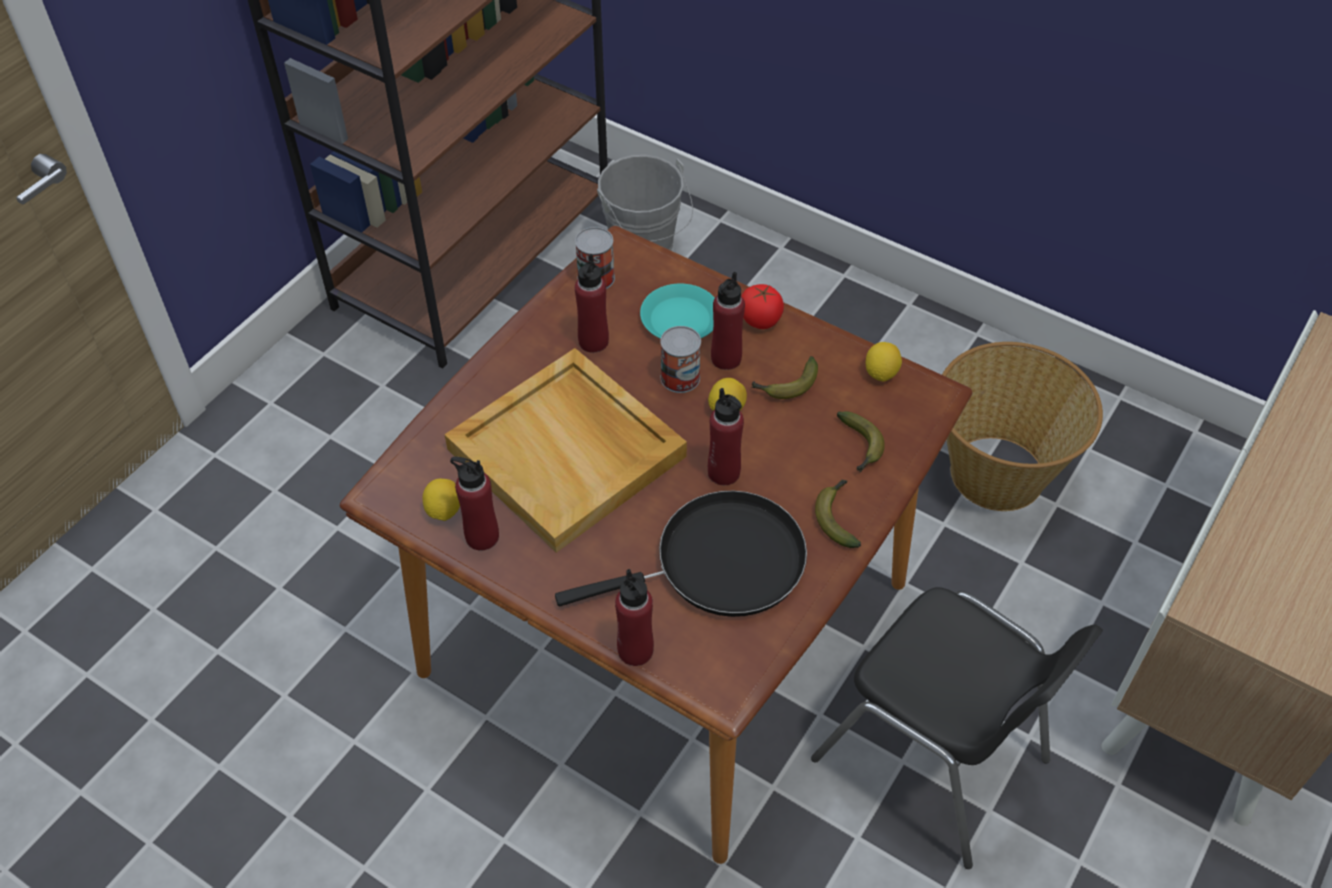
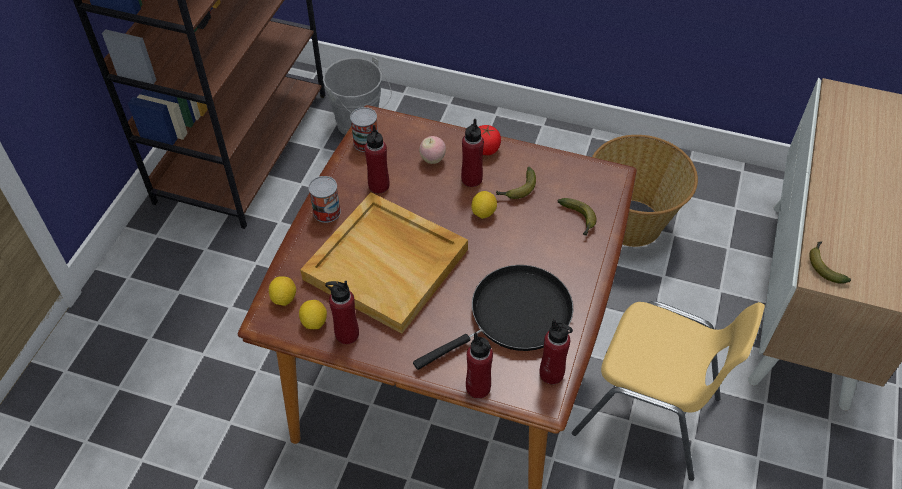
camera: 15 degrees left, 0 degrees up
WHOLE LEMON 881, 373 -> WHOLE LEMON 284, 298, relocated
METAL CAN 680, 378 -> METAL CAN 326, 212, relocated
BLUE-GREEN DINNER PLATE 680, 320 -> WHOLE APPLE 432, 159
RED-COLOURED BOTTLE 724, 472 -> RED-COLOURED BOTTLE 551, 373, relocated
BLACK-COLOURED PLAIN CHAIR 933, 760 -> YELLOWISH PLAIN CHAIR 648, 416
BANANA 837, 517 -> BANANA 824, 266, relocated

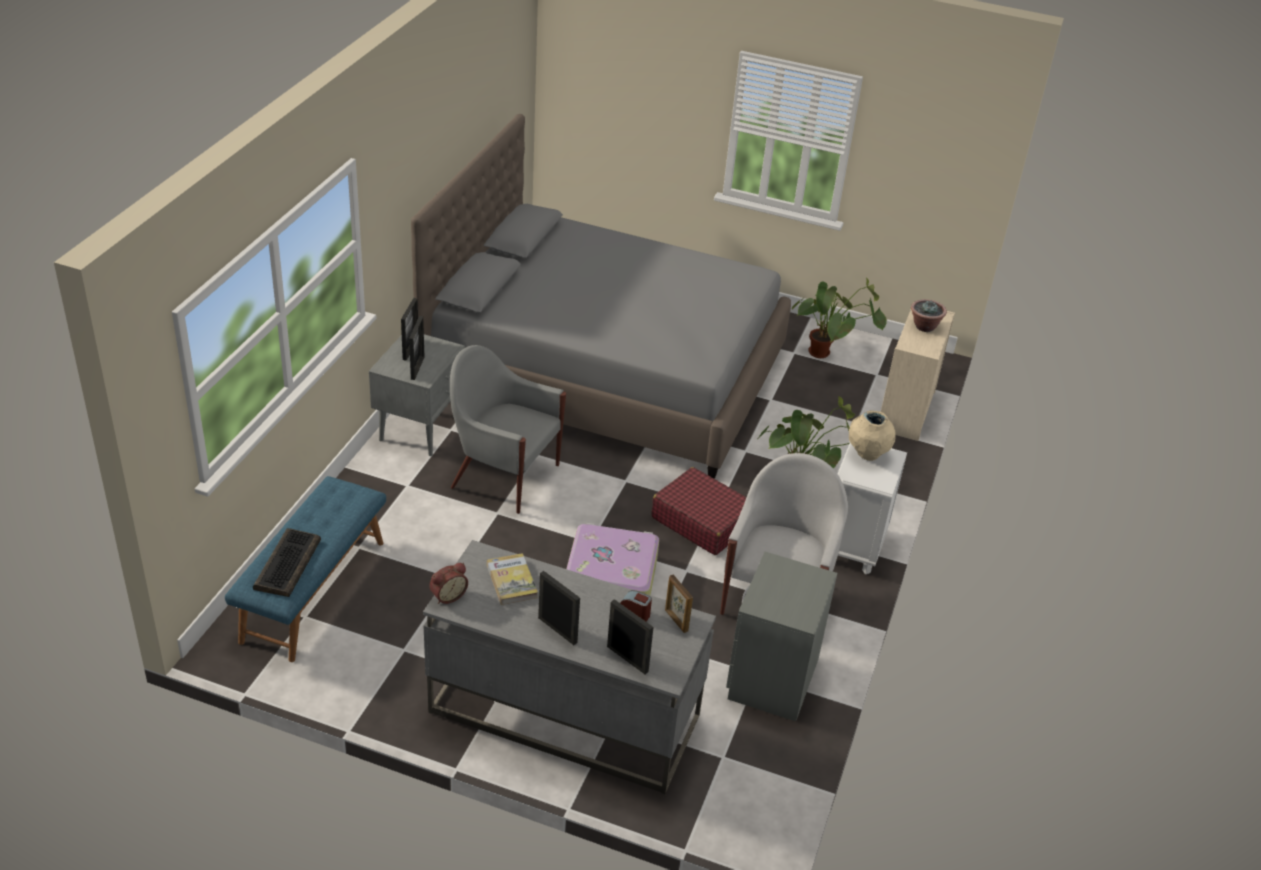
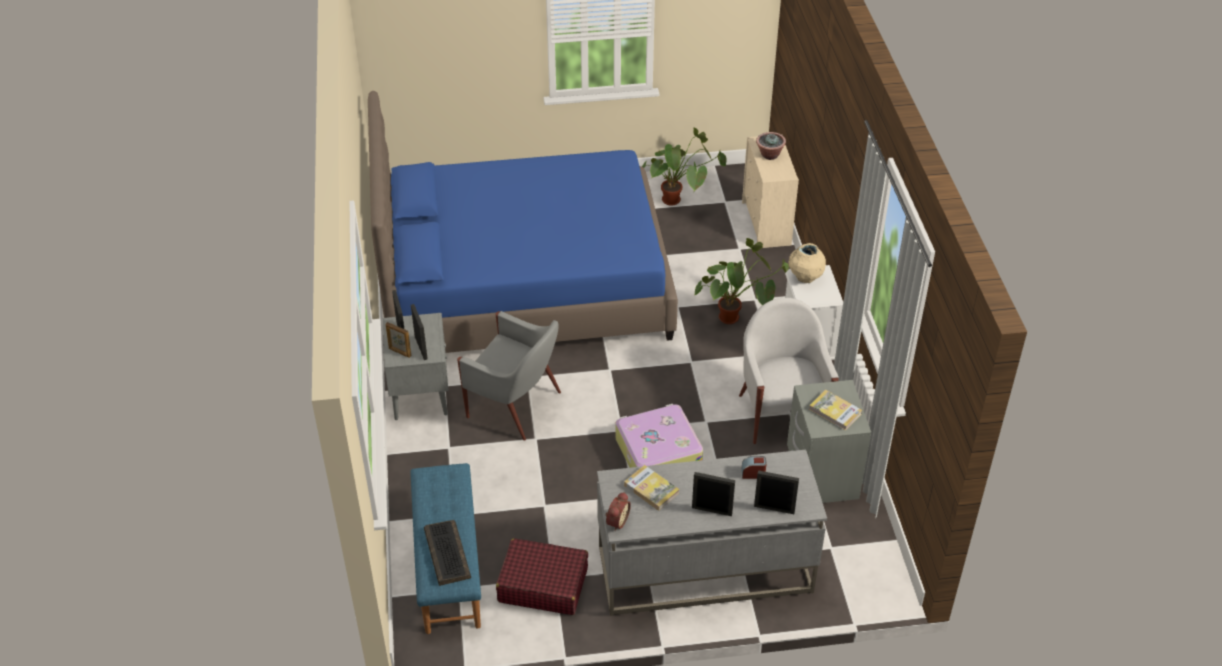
camera: 25 degrees left, 5 degrees up
GREY SLEEPING BED 605, 371 -> BLUE-COLOURED SLEEPING BED 524, 283
PICTURE FRAME 676, 620 -> PICTURE FRAME 399, 352, relocated
GREY LOUNGE CHAIR 503, 475 -> GREY LOUNGE CHAIR 515, 406, 150 degrees counterclockwise
RED-COLOURED TRAVEL CASE 702, 521 -> RED-COLOURED TRAVEL CASE 542, 584, relocated
none -> BOUND BOOK 835, 411

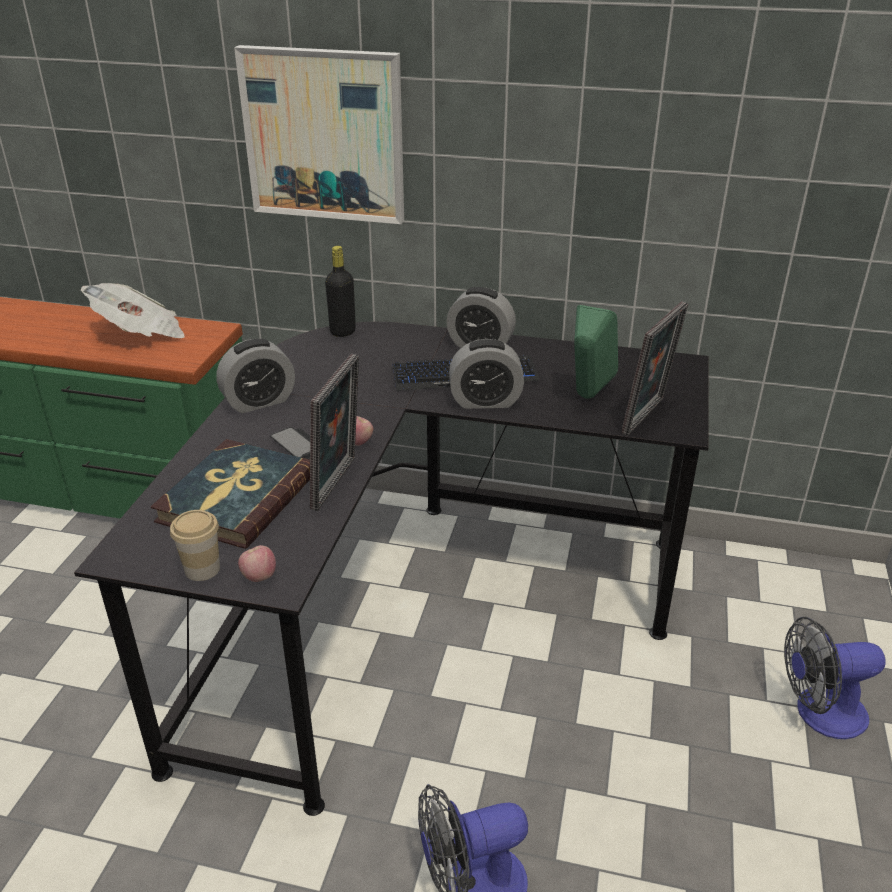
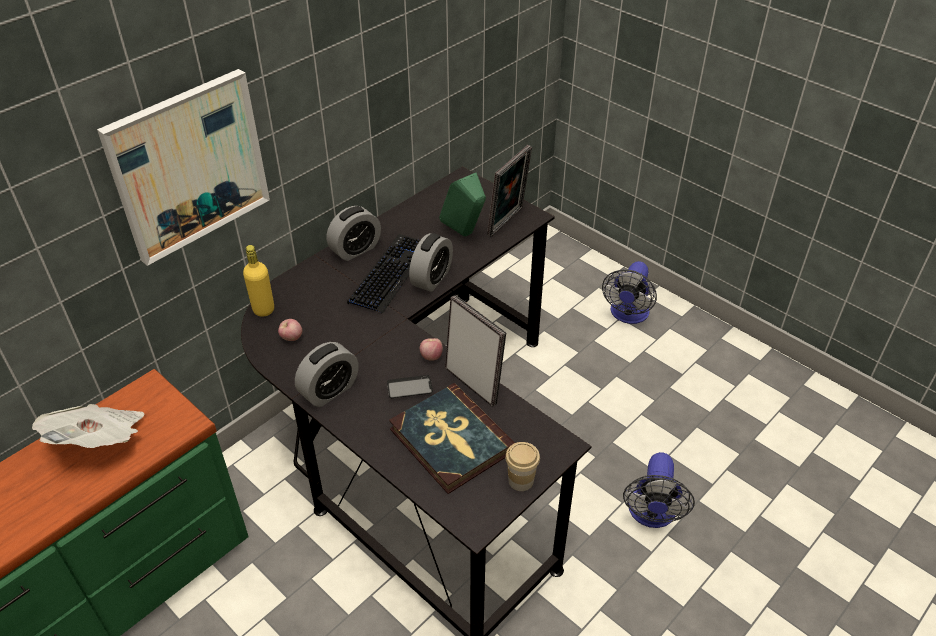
camera: 60 degrees left, 10 degrees up
BLACK-COLOURED BOTTLE 342, 331 -> YELLOWISH BOTTLE 263, 309
WHOLE APPLE 259, 576 -> WHOLE APPLE 291, 338, relocated
TABLE CLOCK 259, 402 -> TABLE CLOCK 329, 390, 45 degrees clockwise
PICTURE FRAME 647, 417 -> PICTURE FRAME 508, 222, 60 degrees clockwise

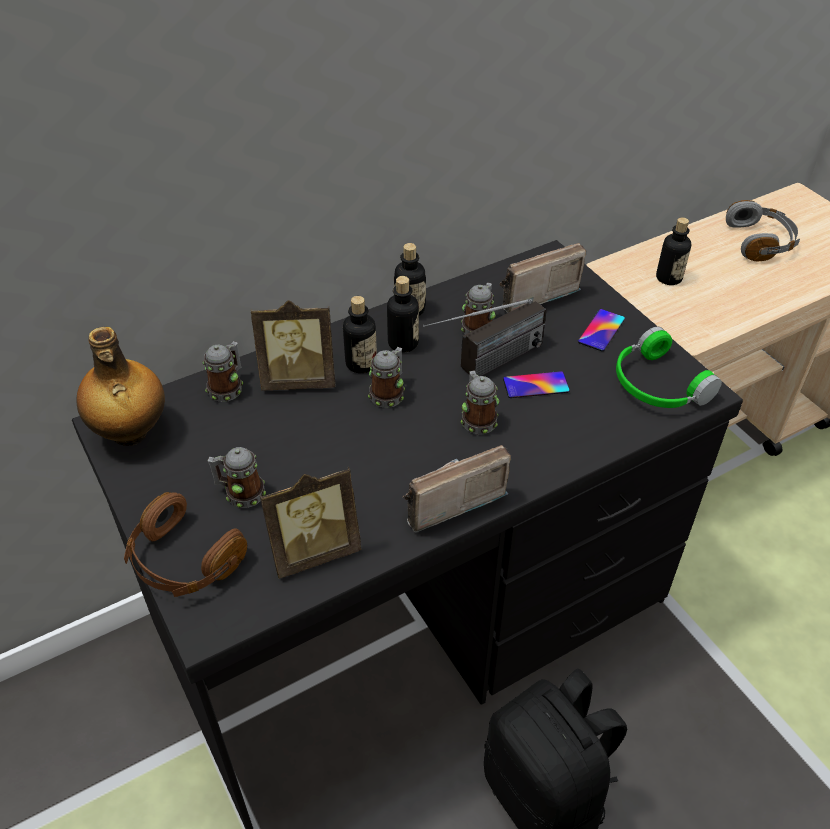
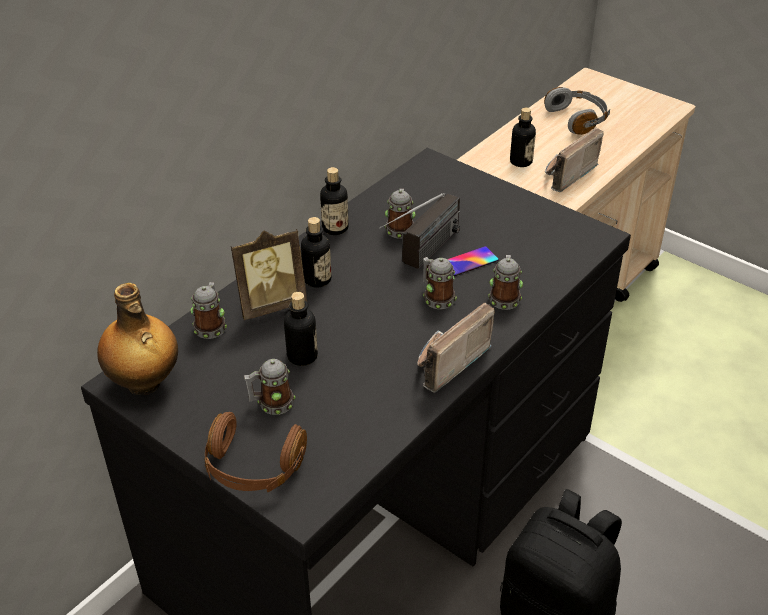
camera: 20 degrees left, 5 degrees down
BOTTLE 403, 343 -> BOTTLE 302, 356, relocated
MUG 389, 393 -> MUG 504, 297, relocated
RADIO RECEIVER 531, 294 -> RADIO RECEIVER 565, 175, relocated
PICTURE FRAME 314, 551 -> none
HANDSET 601, 330 -> none
GREEN HEADSET 656, 385 -> none

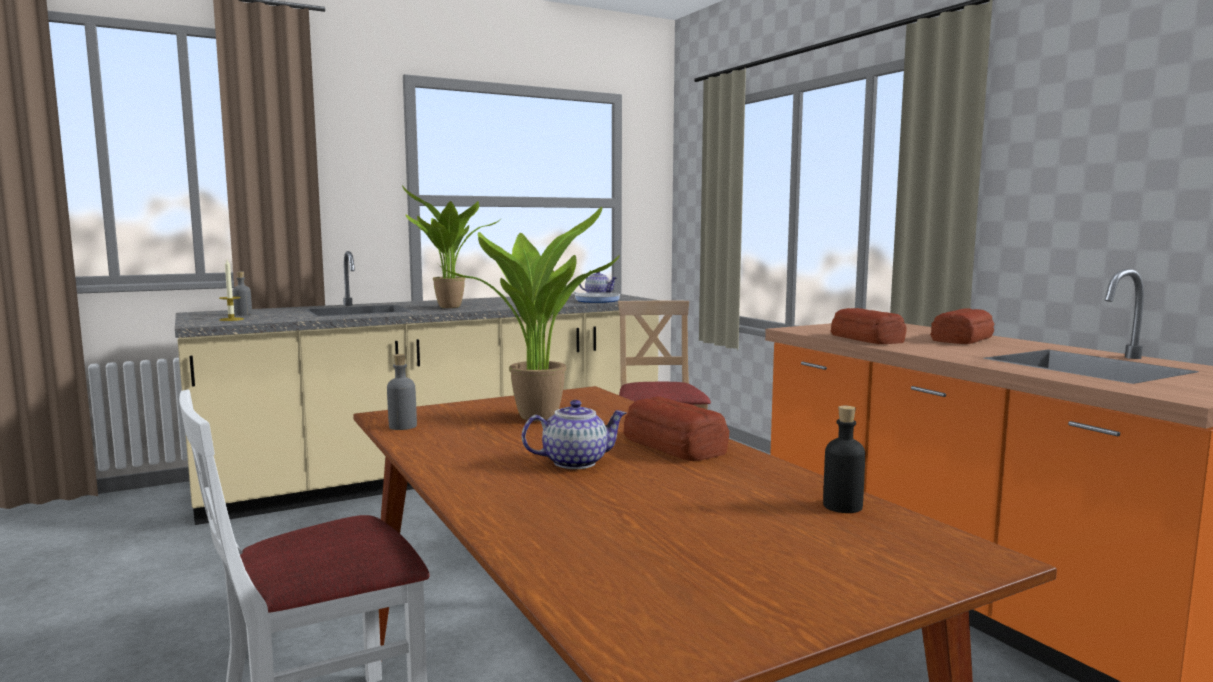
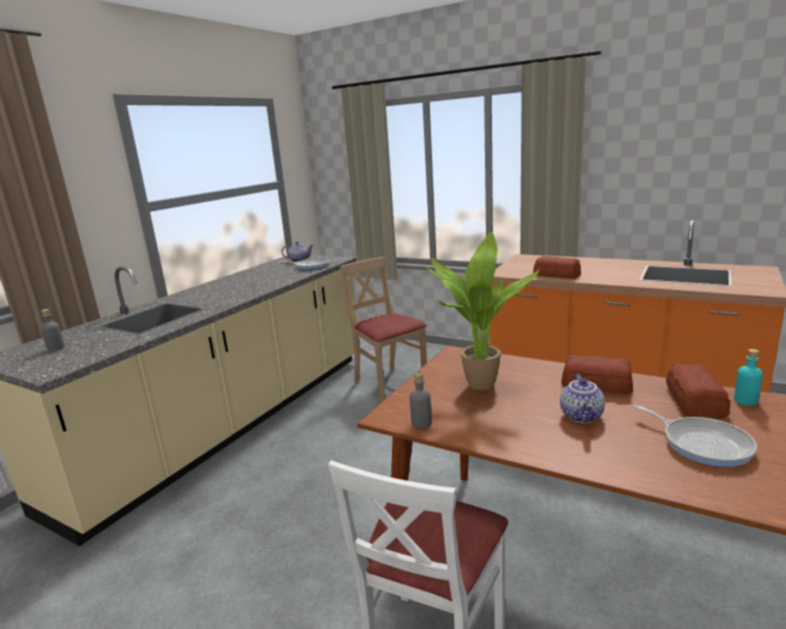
camera: 30 degrees left, 10 degrees up
POT FOR TEA 575, 462 -> POT FOR TEA 582, 416, 150 degrees clockwise
none -> PAN 702, 444
BAKERY BREAD 961, 339 -> BAKERY BREAD 694, 401, relocated
BLACK-COLOURED BOTTLE 842, 506 -> BLUE-GREEN BOTTLE 745, 401
CANDLE 231, 319 -> none
POTTED PLANT 450, 308 -> none

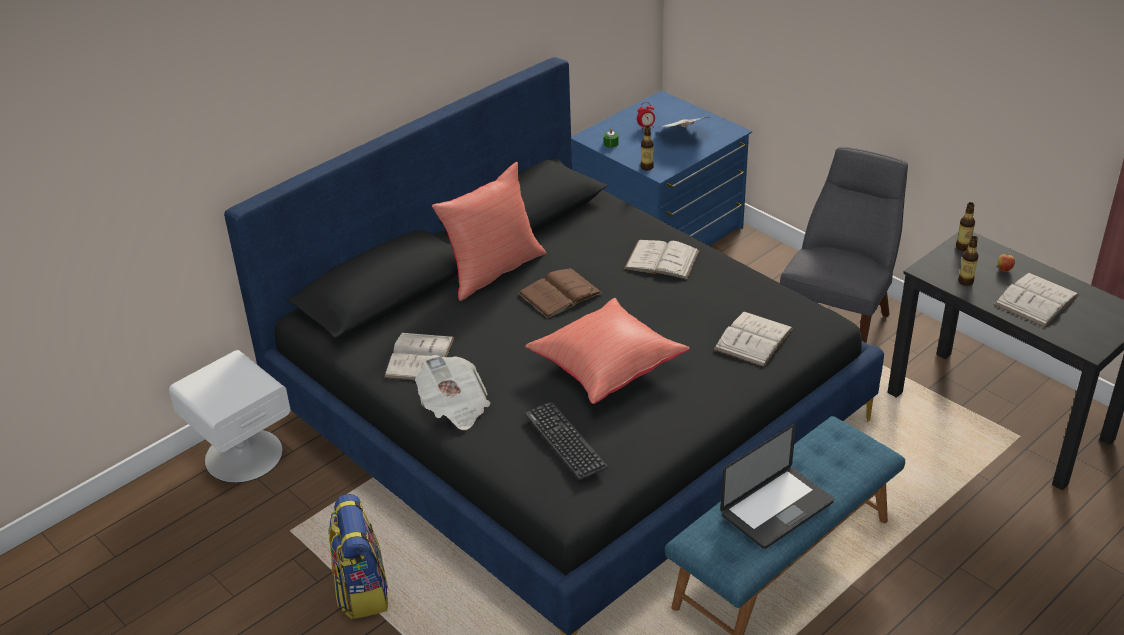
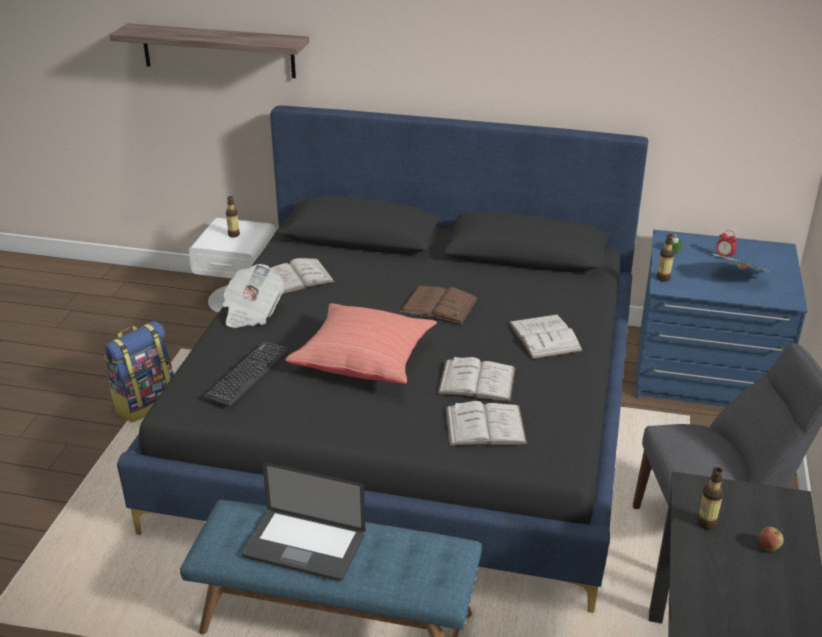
camera: 55 degrees right, 5 degrees down
none -> BRACKET SHELF 218, 50
BOTTLE 963, 247 -> BOTTLE 234, 235, relocated
WHITE-COLOURED BOUND BOOK 1036, 300 -> WHITE-COLOURED BOUND BOOK 477, 381, relocated
RED-COLOURED CUSHION 493, 270 -> none

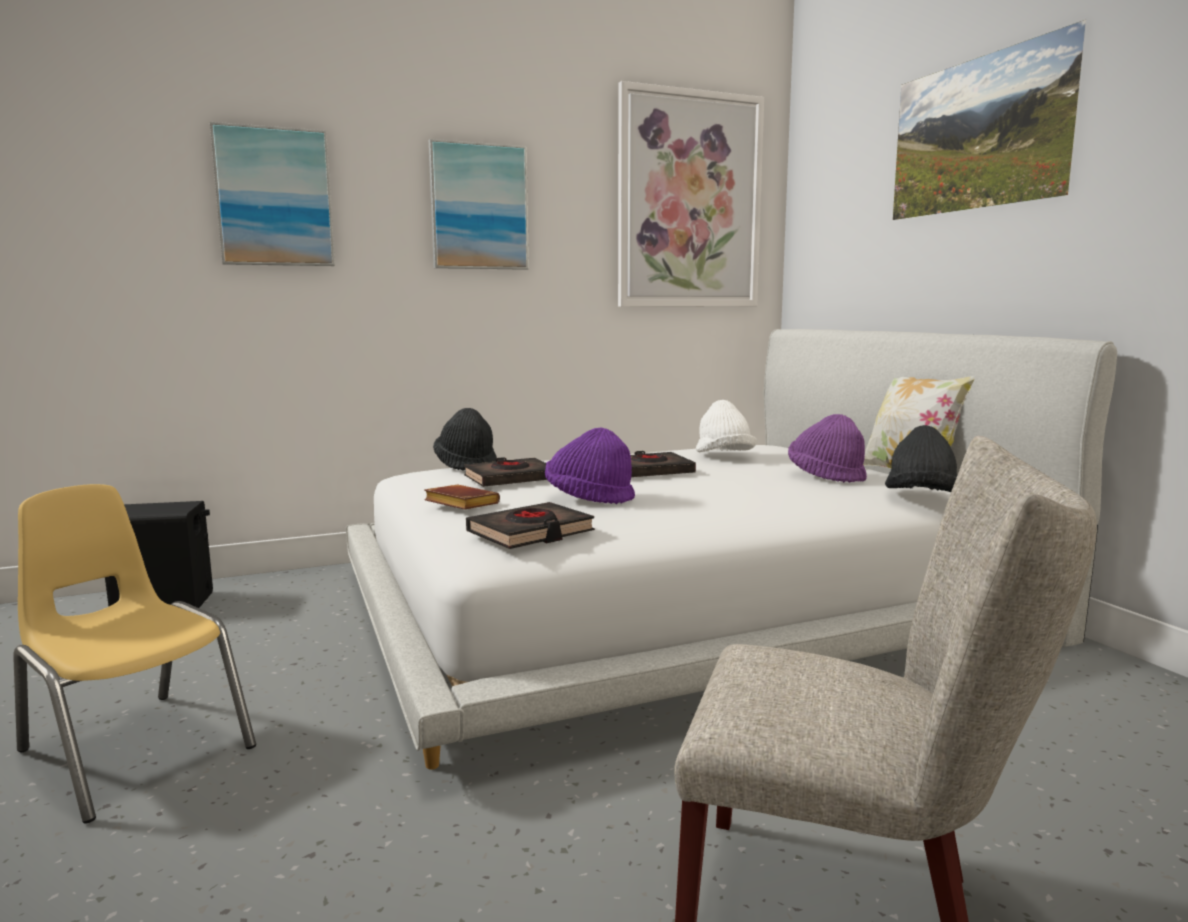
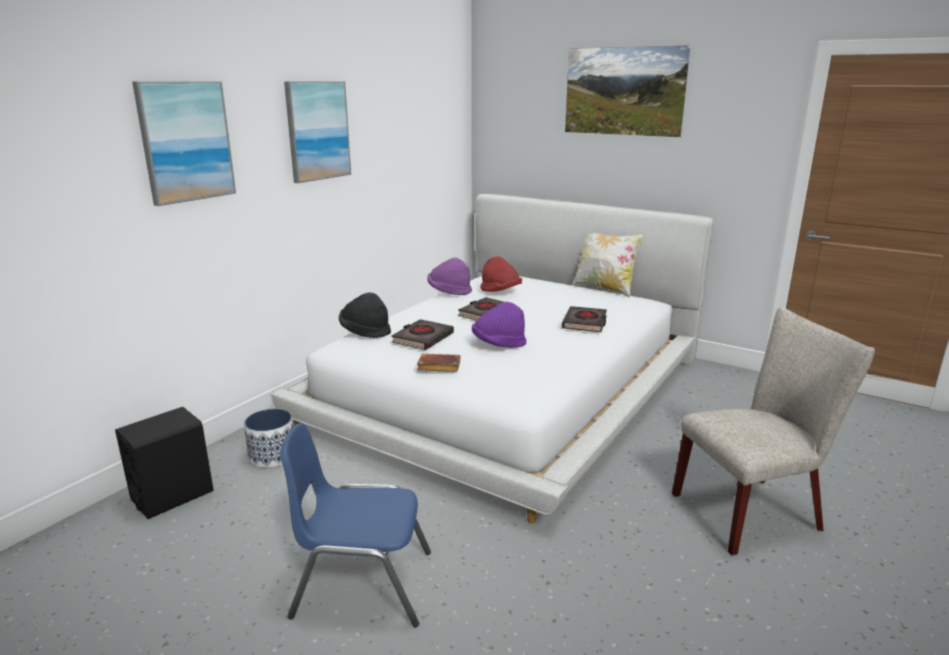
camera: 35 degrees left, 10 degrees up
none -> FLOWER POT 273, 455
YELLOWISH PLAIN CHAIR 135, 749 -> BLUE-COLOURED PLAIN CHAIR 362, 584
PURPLE-COLOURED HAT 826, 476 -> PURPLE-COLOURED HAT 449, 291, relocated
WHITE-COLOURED HAT 724, 457 -> RED-COLOURED HAT 500, 292
BLACK-COLOURED BOUND BOOK 530, 533 -> BLACK-COLOURED BOUND BOOK 585, 323, relocated
WALL PICTURE 689, 201 -> none
BLACK-COLOURED HAT 921, 497 -> none

